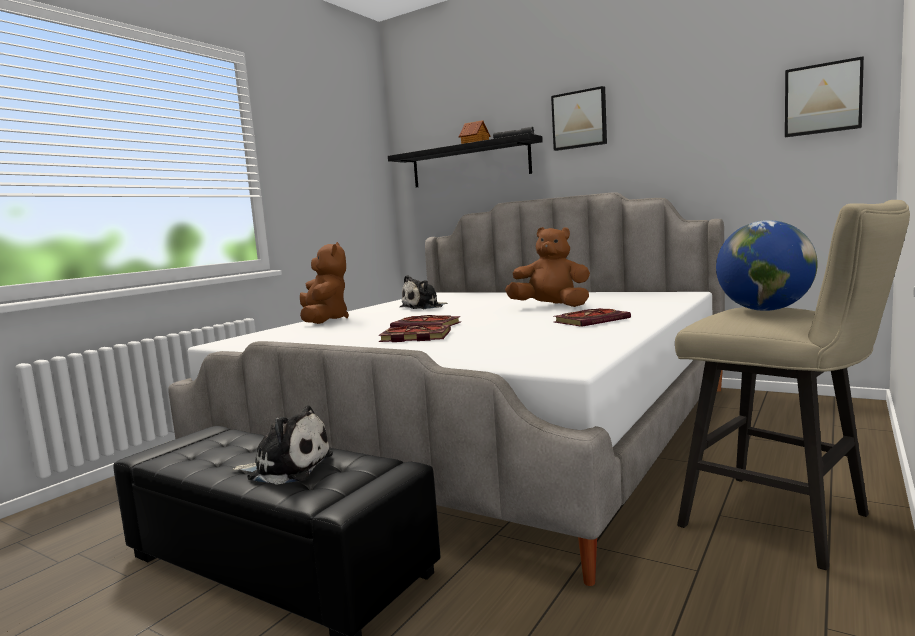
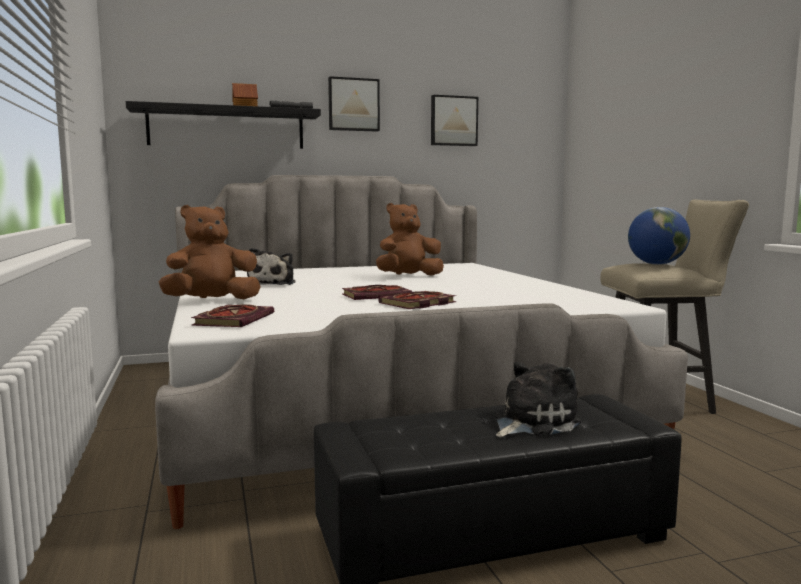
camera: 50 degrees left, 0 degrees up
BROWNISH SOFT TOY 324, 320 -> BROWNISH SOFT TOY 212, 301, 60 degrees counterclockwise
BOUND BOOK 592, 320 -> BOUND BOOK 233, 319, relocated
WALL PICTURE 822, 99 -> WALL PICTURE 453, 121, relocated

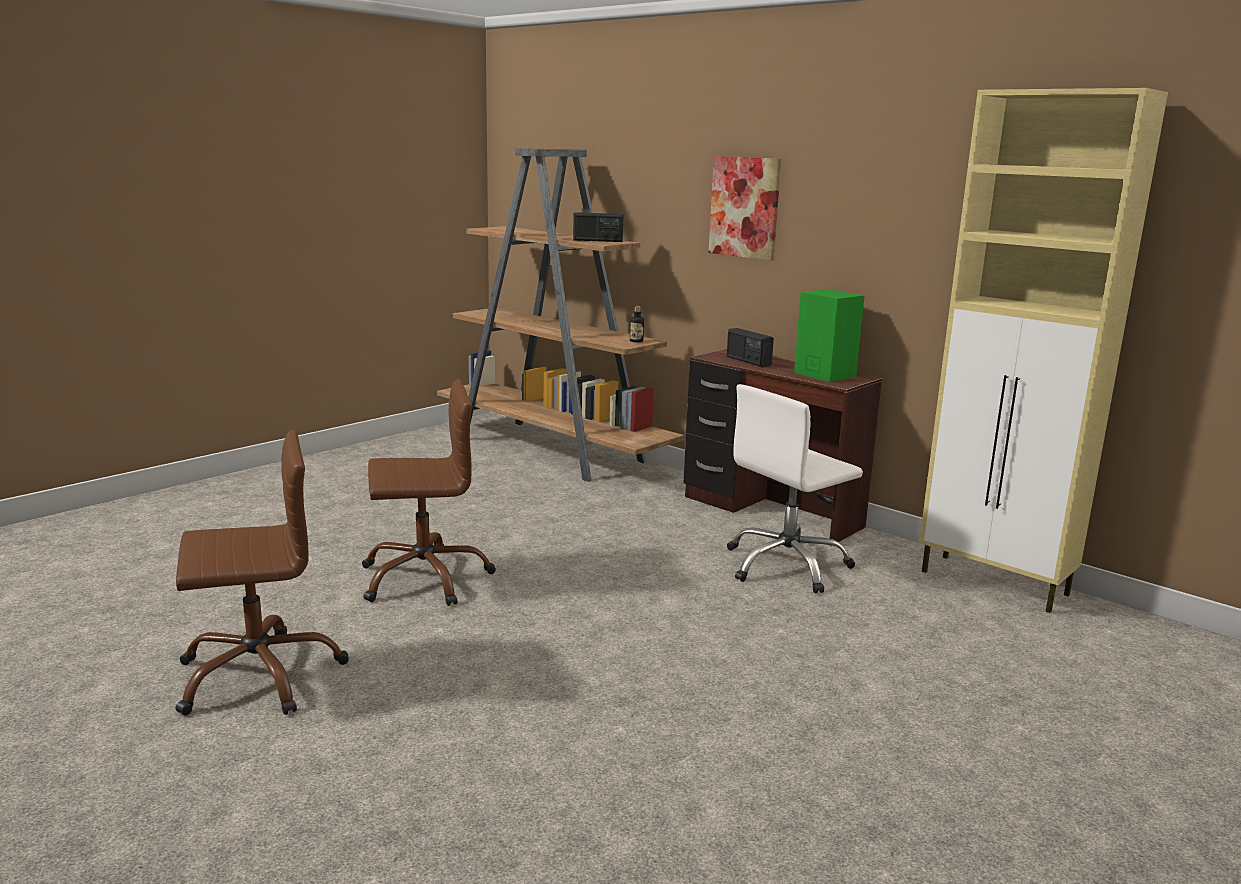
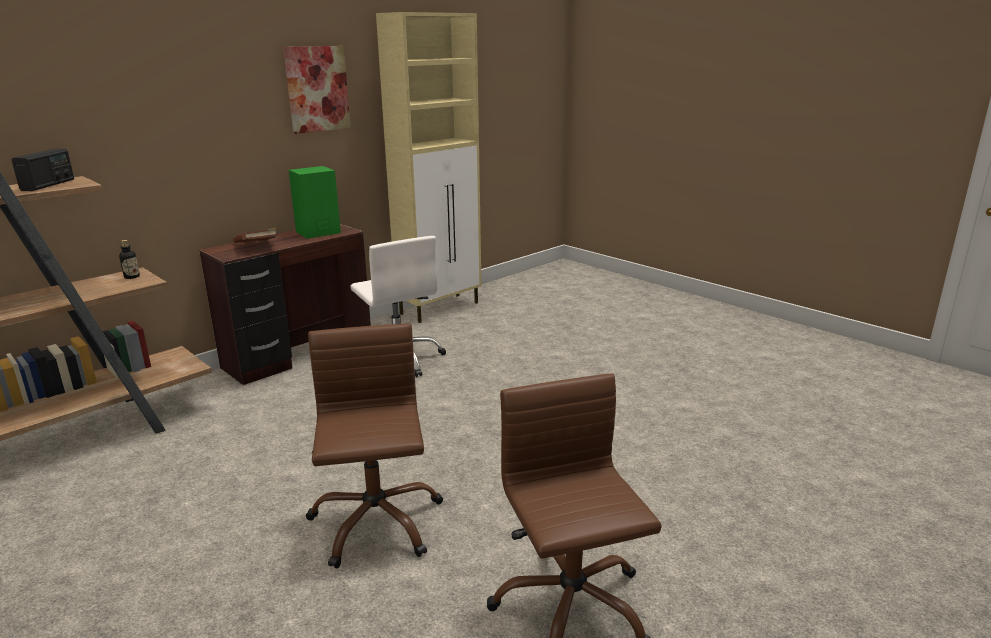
camera: 85 degrees left, 5 degrees up
RADIO RECEIVER 748, 361 -> BROWNISH BOUND BOOK 257, 247
WALL PICTURE 745, 207 -> WALL PICTURE 317, 89, relocated

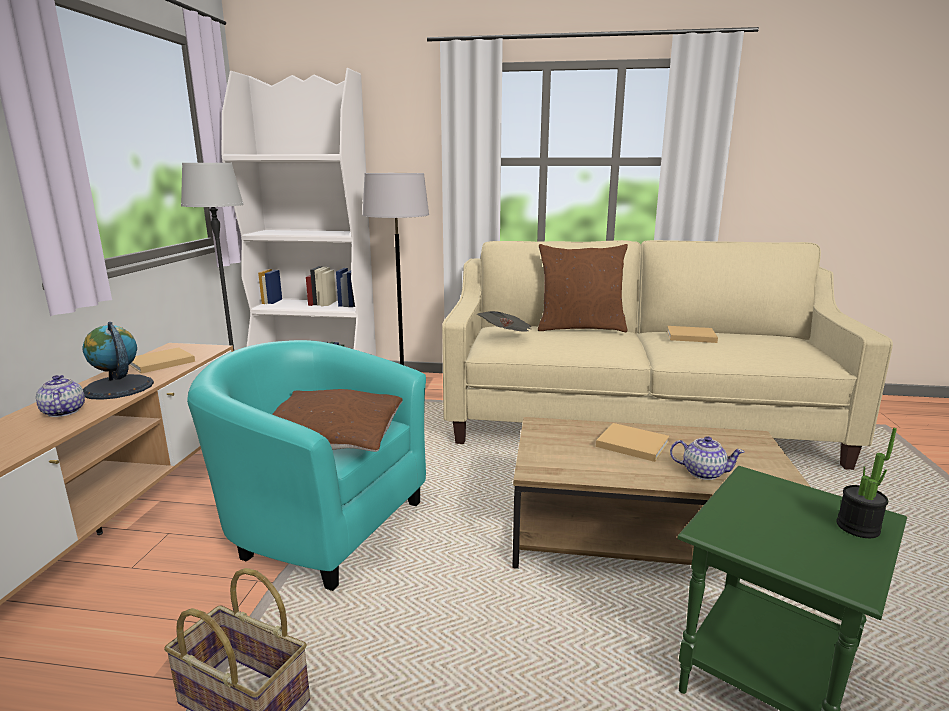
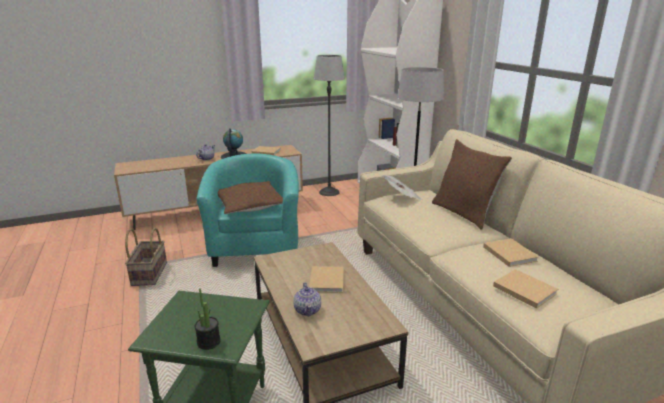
camera: 60 degrees right, 5 degrees up
none -> BEIGE BOUND BOOK 523, 289

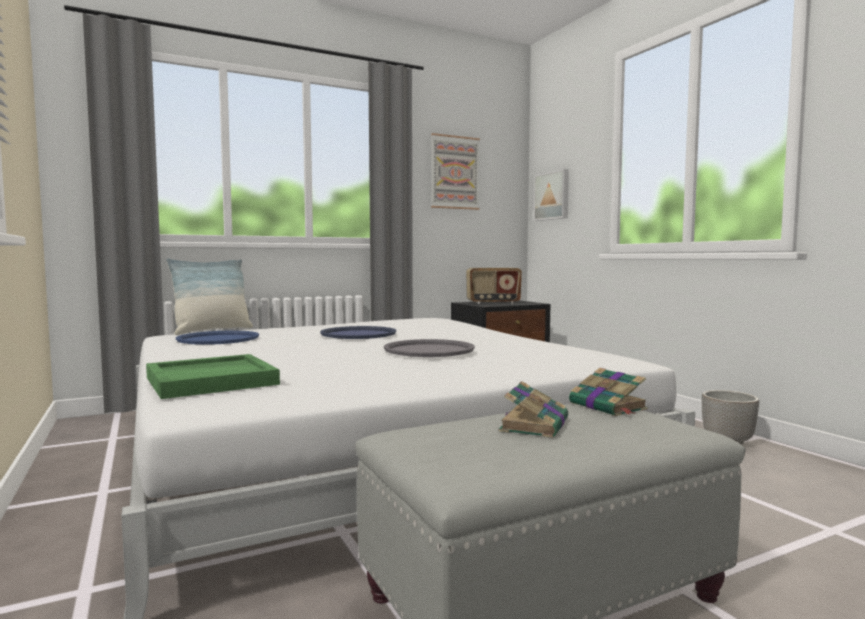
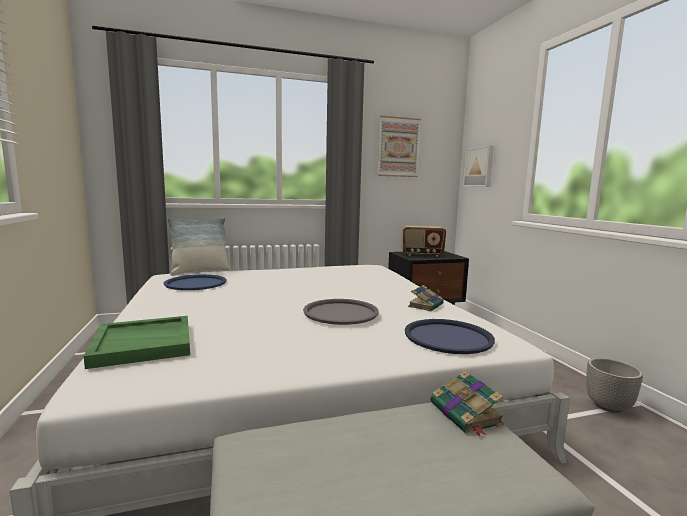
camera: 10 degrees right, 5 degrees up
BLUE-COLOURED CARRYING TRAY 358, 334 -> BLUE-COLOURED CARRYING TRAY 448, 337, relocated
BOUND BOOK 534, 425 -> BOUND BOOK 426, 305, relocated

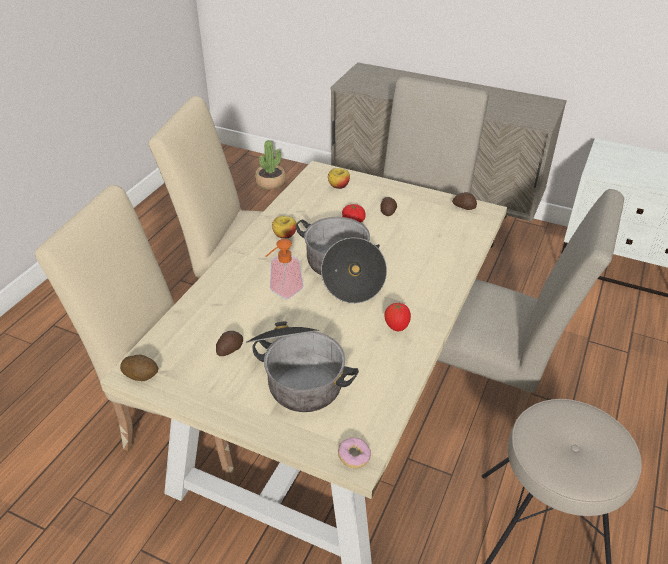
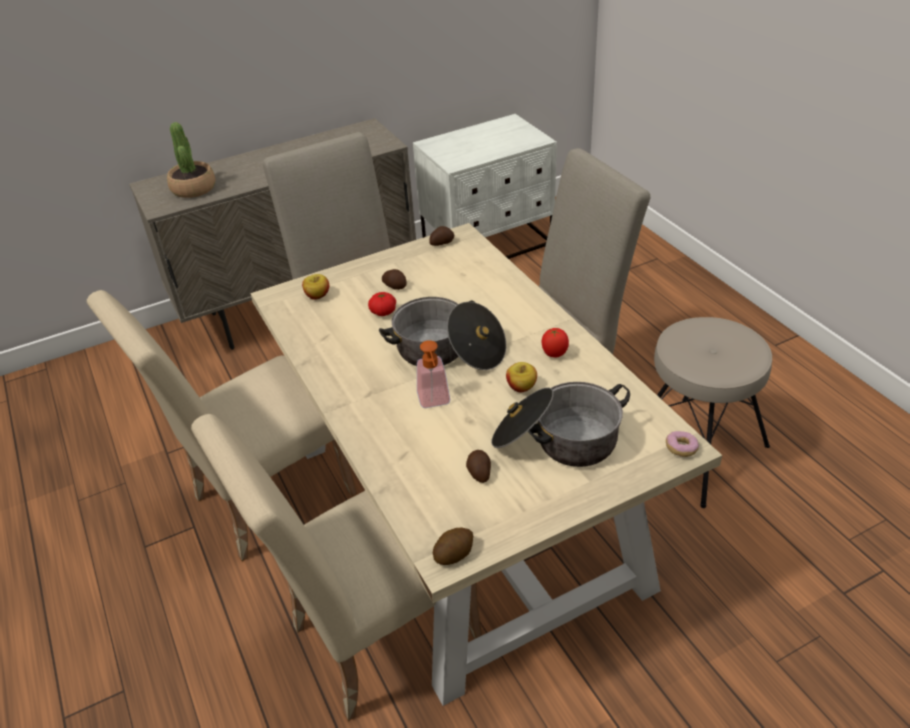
camera: 50 degrees left, 0 degrees up
POTTED PLANT 270, 182 -> POTTED PLANT 194, 188, relocated
WHOLE APPLE 285, 235 -> WHOLE APPLE 521, 387, relocated

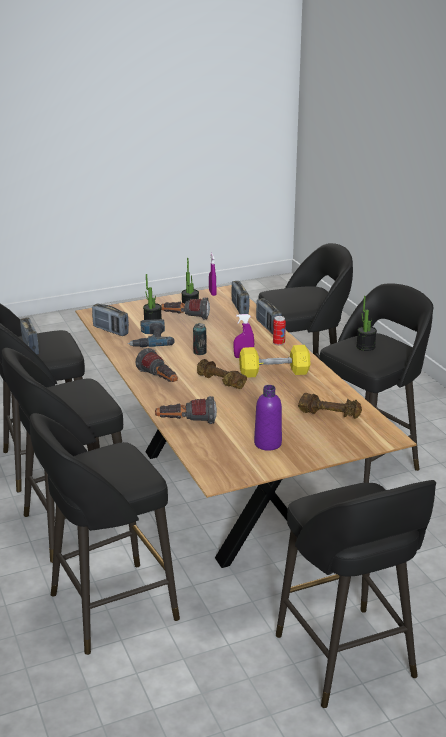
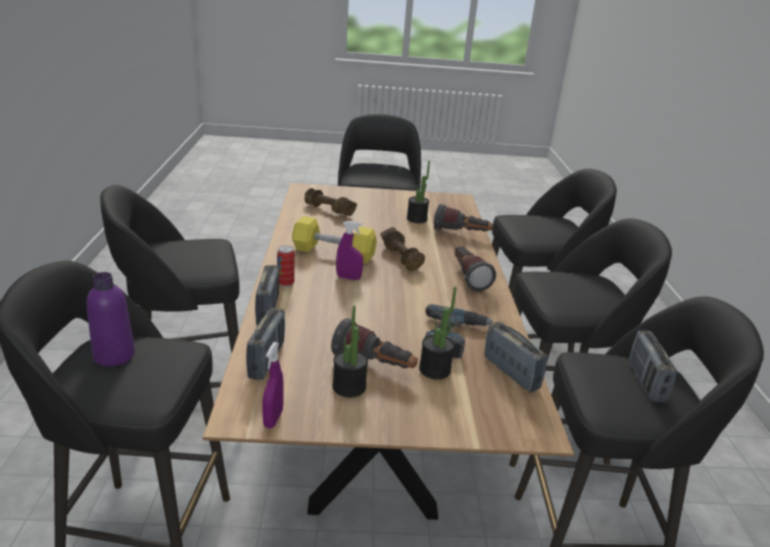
camera: 160 degrees left, 0 degrees up
PURPLE-COLOURED BOTTLE 267, 443 -> PURPLE-COLOURED BOTTLE 114, 355, relocated
POTTED PLANT 365, 347 -> POTTED PLANT 416, 219, relocated
METAL CAN 199, 352 -> none

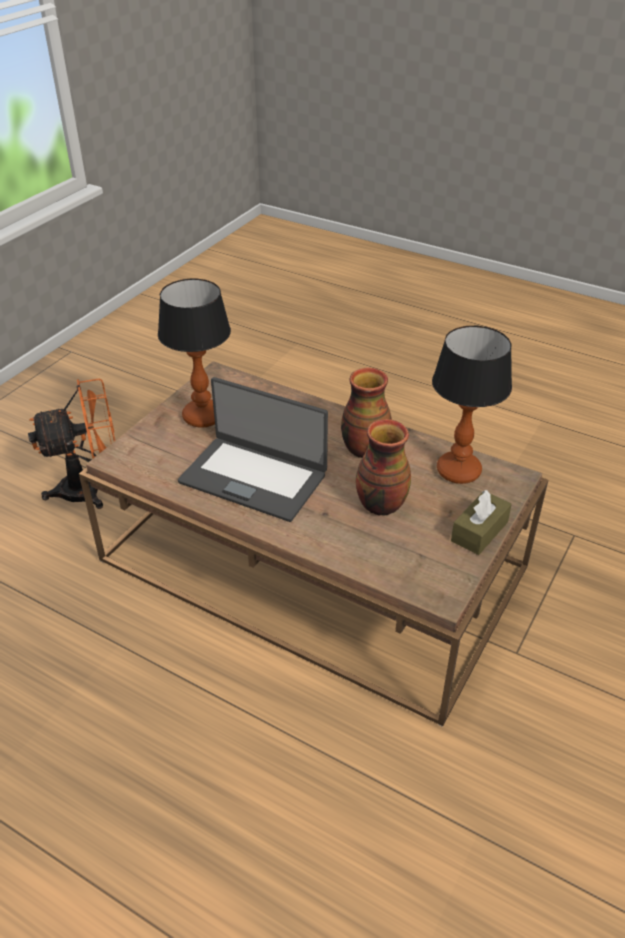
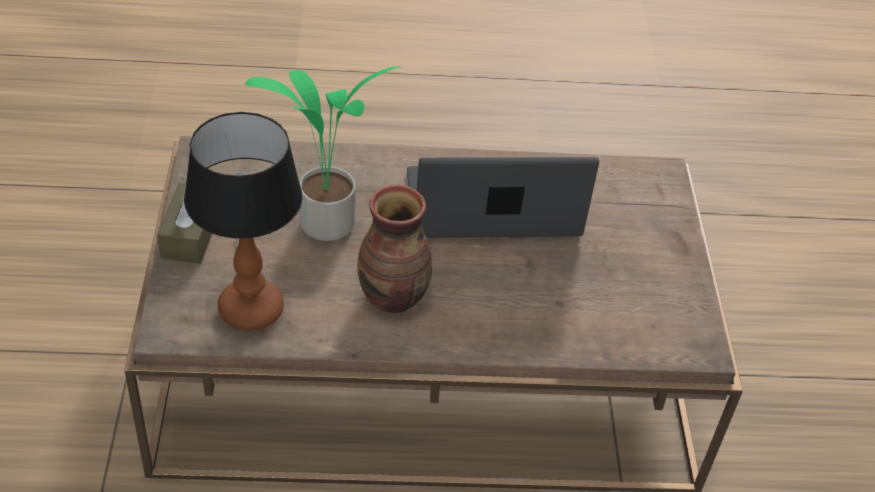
camera: 145 degrees right, 5 degrees up
FLOWER VASE 380, 505 -> POTTED PLANT 324, 226
ORANGE-COLOURED COOLING FAN 91, 489 -> none
LAMP FOR A TABLE 202, 417 -> none

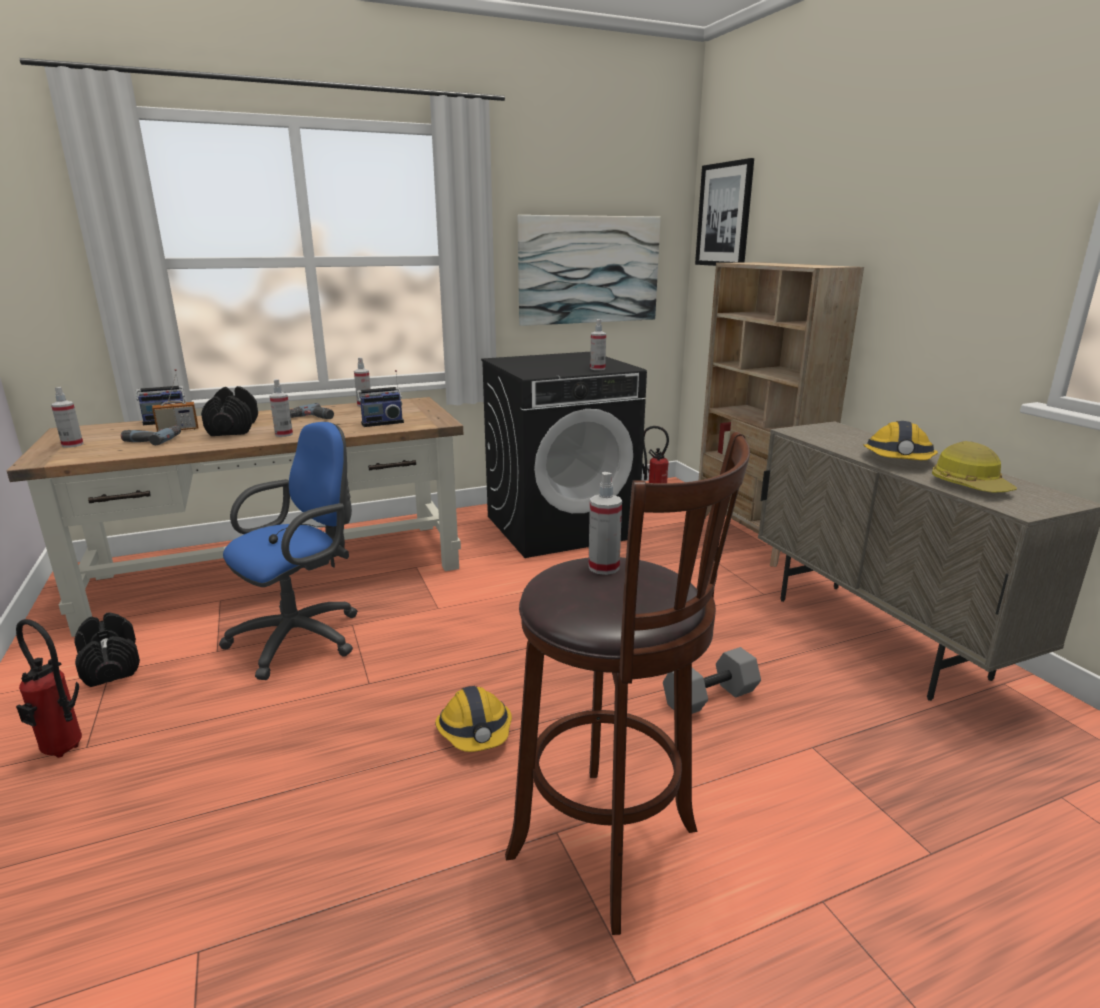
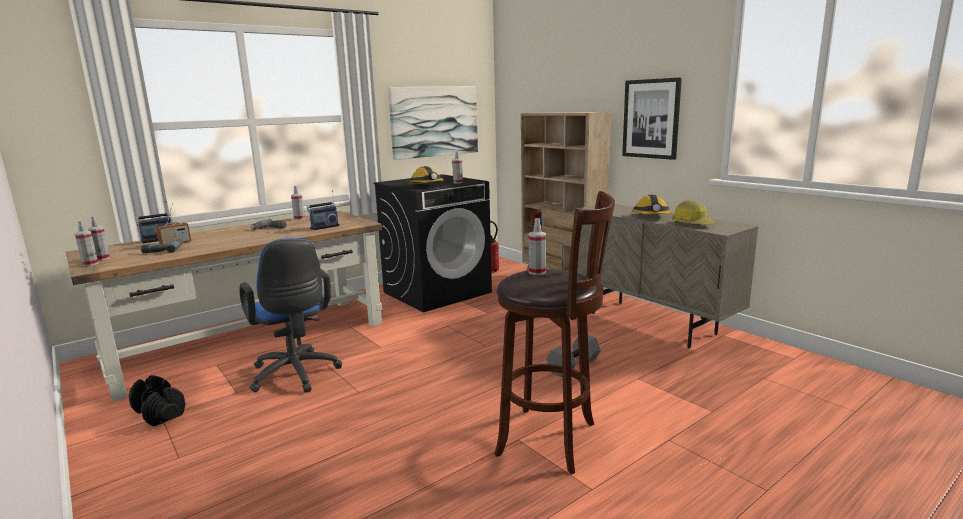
camera: 15 degrees left, 5 degrees down
SPRAYER 284, 434 -> SPRAYER 90, 264, relocated
BLUE-COLOURED COMPUTER CHAIR 303, 637 -> BLUE-COLOURED COMPUTER CHAIR 296, 375, 120 degrees clockwise
HARD HAT 475, 731 -> HARD HAT 426, 185, relocated
WALL PICTURE 724, 215 -> WALL PICTURE 651, 119, relocated
FIRE EXTINGUISHER 64, 752 -> none
BLACK-COLOURED HAND WEIGHT 233, 428 -> none

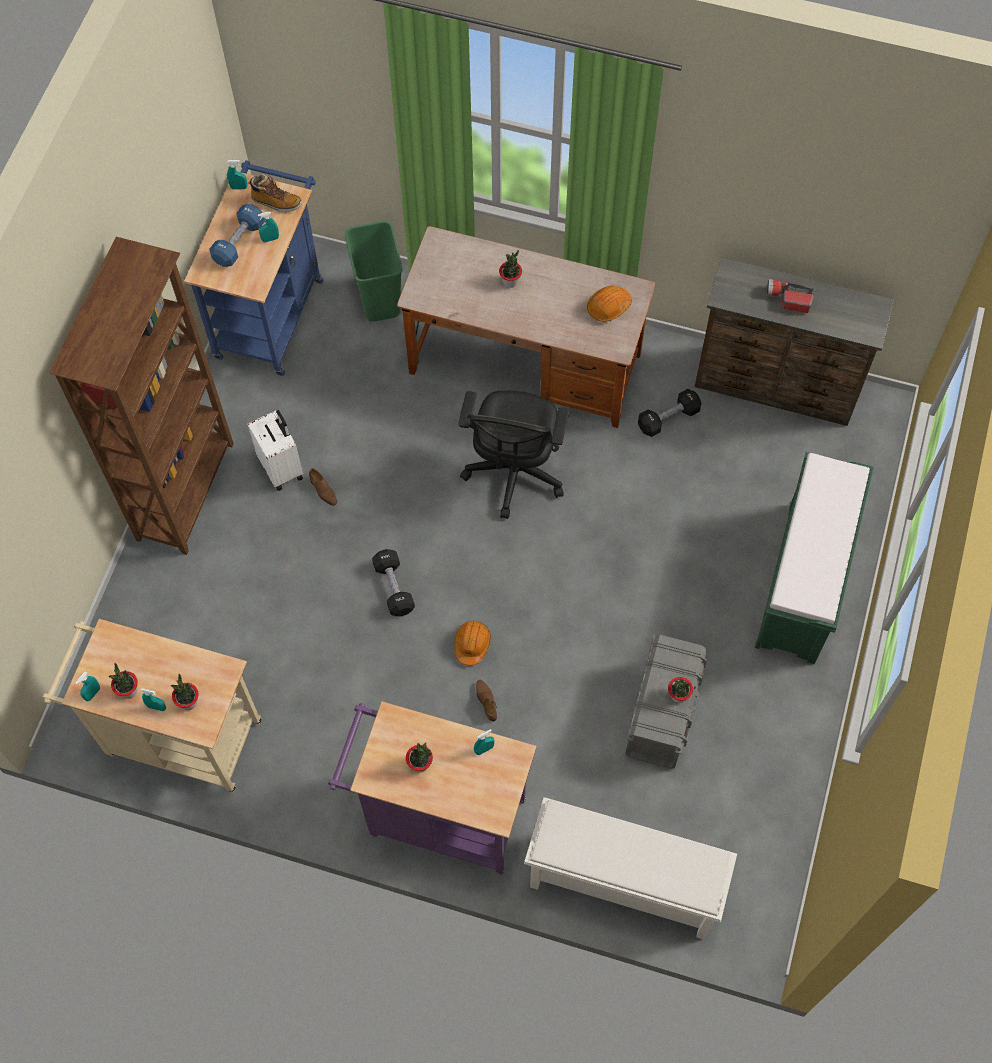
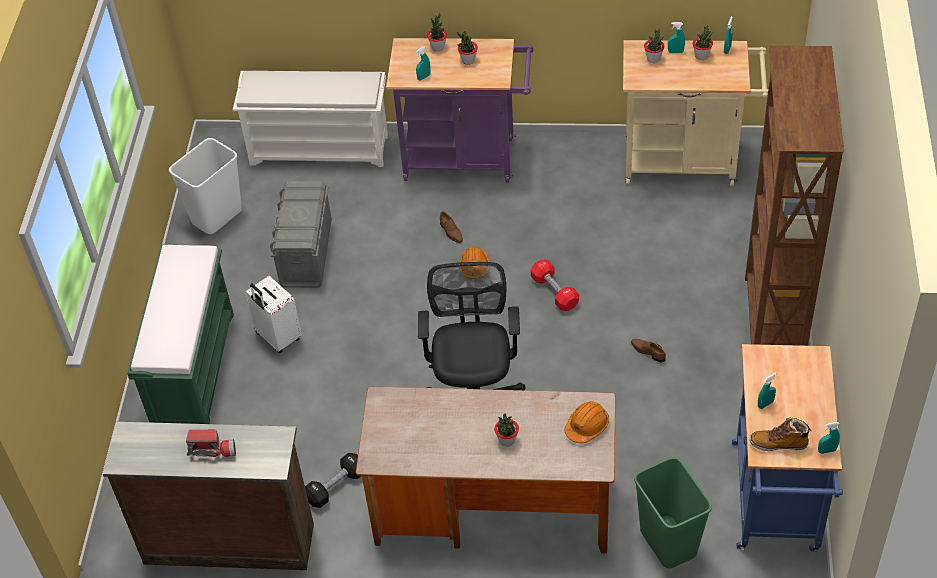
camera: 170 degrees right, 15 degrees down
none -> WHITE-COLOURED TRASH CAN 216, 216
WHITE-COLOURED TRAVEL CASE 282, 468 -> WHITE-COLOURED TRAVEL CASE 277, 338, relocated
POTTED PLANT 678, 696 -> POTTED PLANT 438, 47, relocated
BLACK-COLOURED HAND WEIGHT 394, 587 -> RED-COLOURED HAND WEIGHT 554, 292
ORANGE-COLOURED HARD HAT 608, 307 -> ORANGE-COLOURED HARD HAT 587, 426, relocated
BLUE-COLOURED HAND WEIGHT 239, 242 -> none

